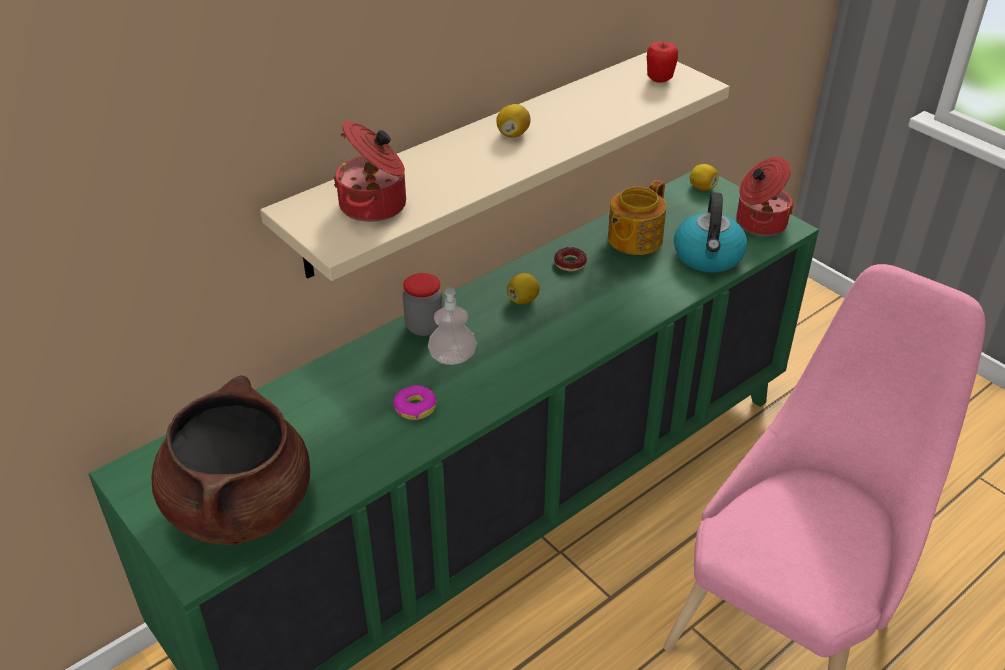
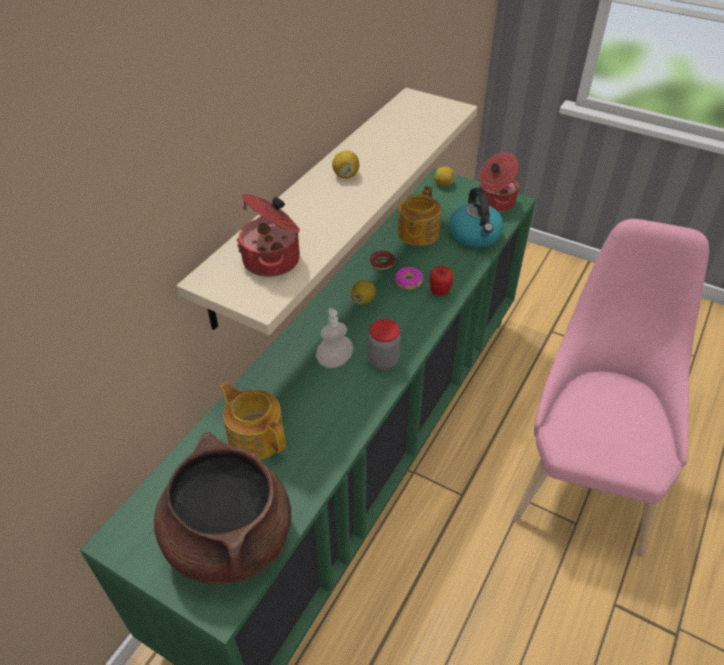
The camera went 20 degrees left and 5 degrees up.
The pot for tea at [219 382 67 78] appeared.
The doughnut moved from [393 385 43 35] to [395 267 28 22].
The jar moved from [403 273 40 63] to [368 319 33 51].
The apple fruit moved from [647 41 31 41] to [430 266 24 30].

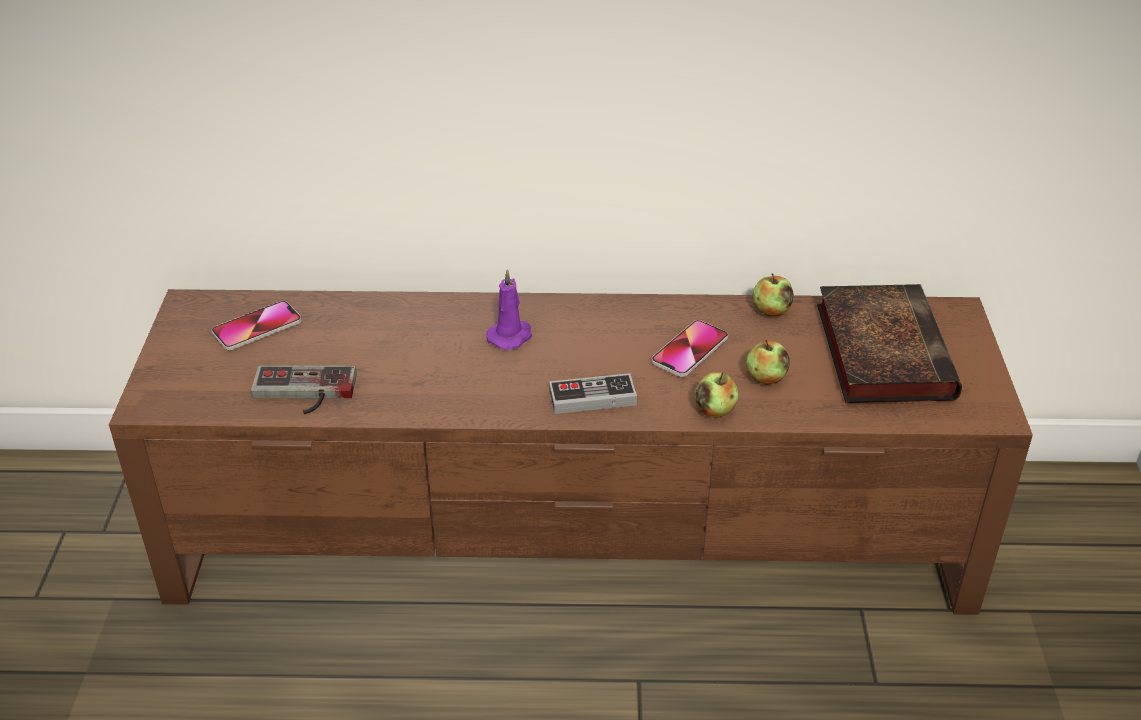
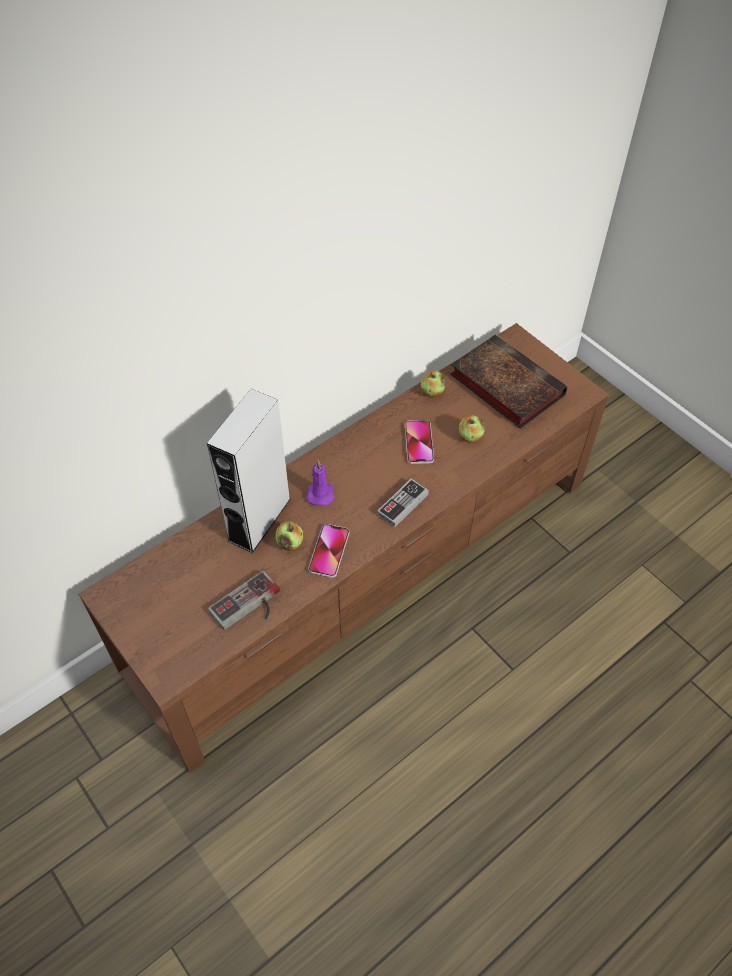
The camera went 40 degrees left and 15 degrees up.
The speaker/greyish at [207 389 84 164] appeared.
The phone moved from [212 301 90 49] to [308 524 41 54].
The apple fruit moved from [695 372 43 46] to [276 521 27 30].

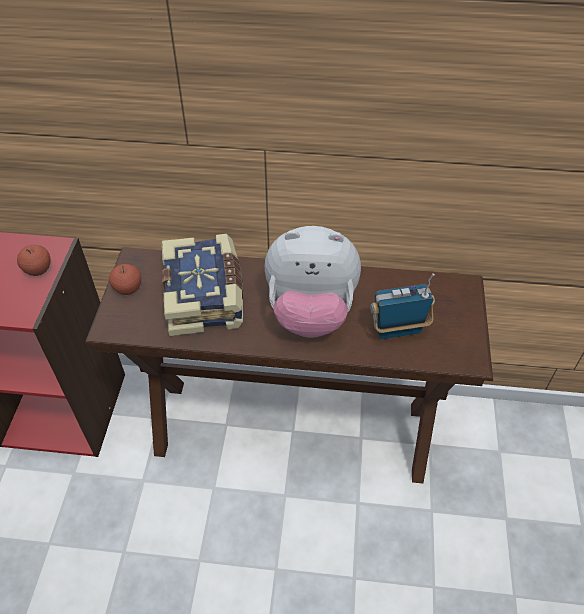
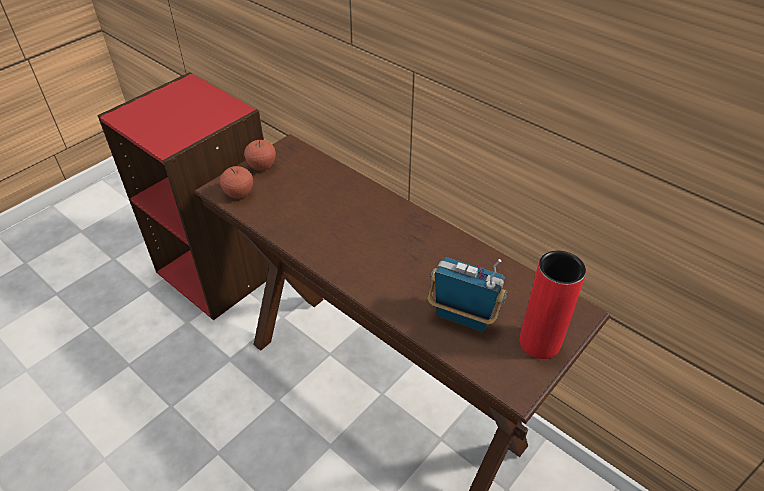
The camera went 35 degrees right and 5 degrees down.
The bound book at [162 234 82 102] disappeared.
The soft toy at [265 226 96 112] disappeared.
The vase/reddish at [520 251 66 108] appeared.
The apple fruit moved from [17 245 33 31] to [220 166 33 33].

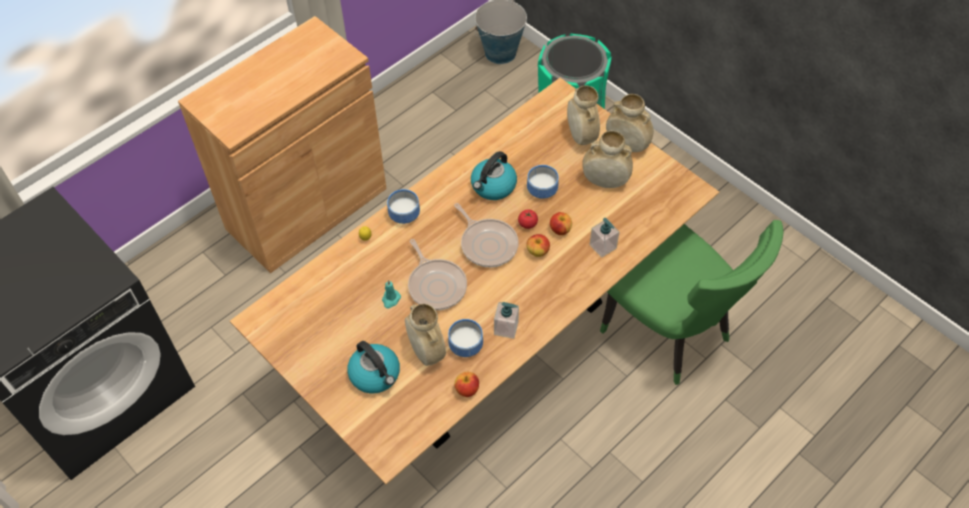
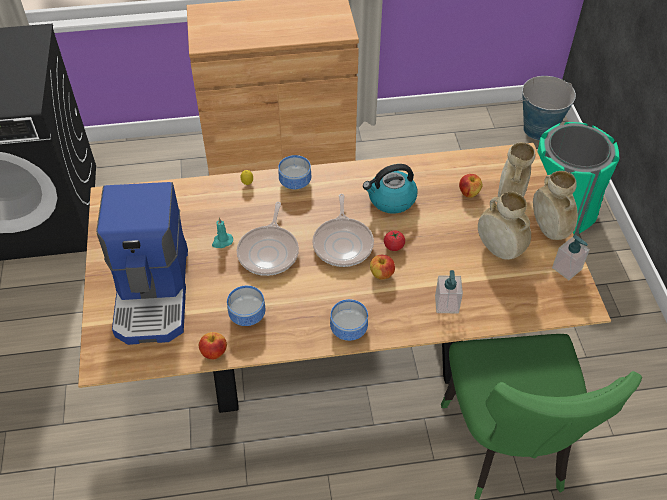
The camera went 35 degrees right and 5 degrees down.
The vase/sand-coloured at [405 304 41 62] disappeared.
The soap dispenser moved from [494 302 25 37] to [552 235 38 45].
The serving bowl moved from [527 165 32 34] to [330 299 38 42].
The apple fruit moved from [550 212 22 23] to [459 174 23 24].
The tea kettle at [347 341 53 53] was replaced by the coffee machine at [96 182 92 163].

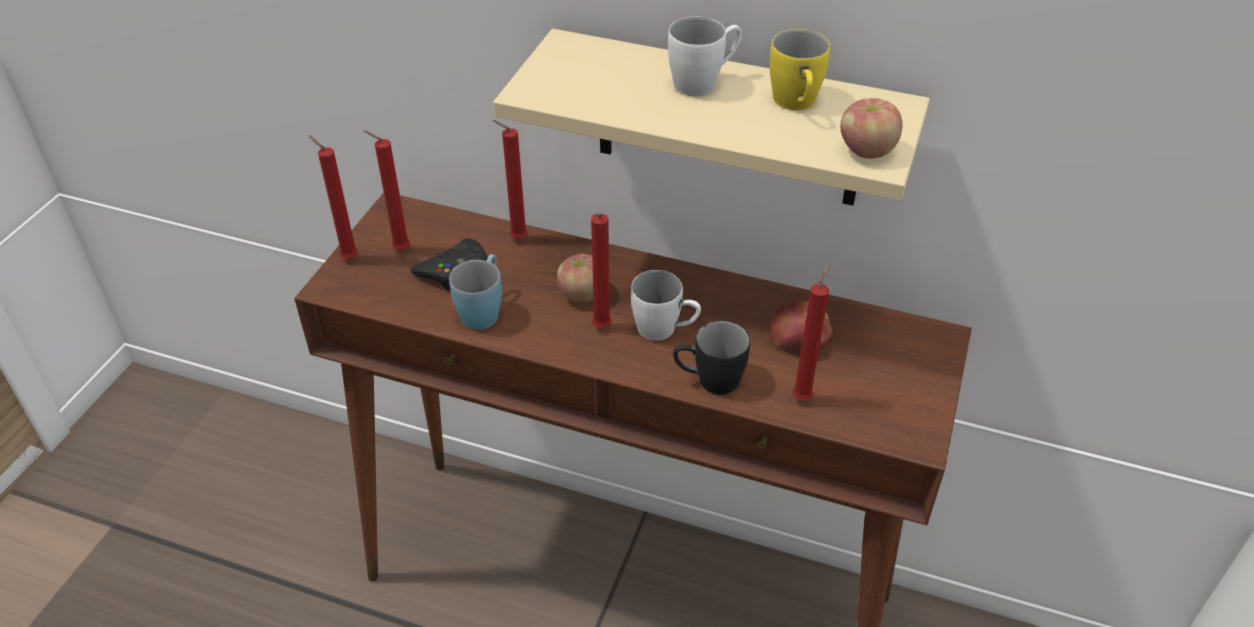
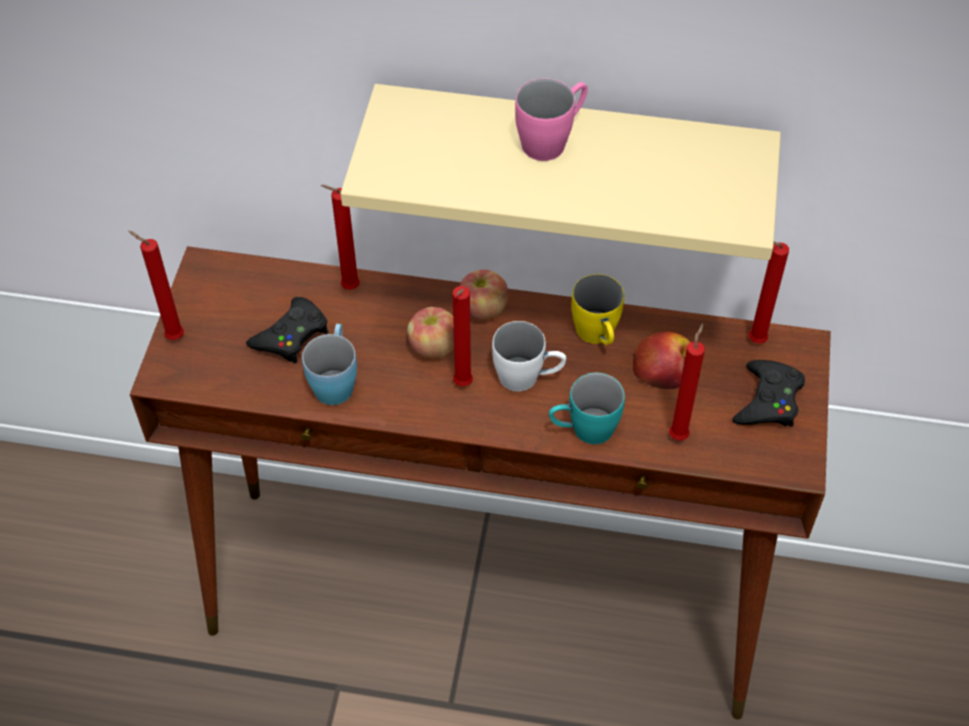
The camera went 10 degrees left and 10 degrees up.
The game controller/blackish at [732 360 73 67] appeared.
The wax light/reddish moved from [363 130 47 120] to [749 242 40 102].
The mug/yellow-coloured moved from [770 29 60 81] to [571 274 53 71].
The apple fruit moved from [840 98 63 61] to [460 269 48 52].
The mug/white at [668 17 74 80] became the mug/pink at [515 78 73 83].
The mug/blackish at [673 321 77 74] became the mug/turquoise at [549 373 76 71].

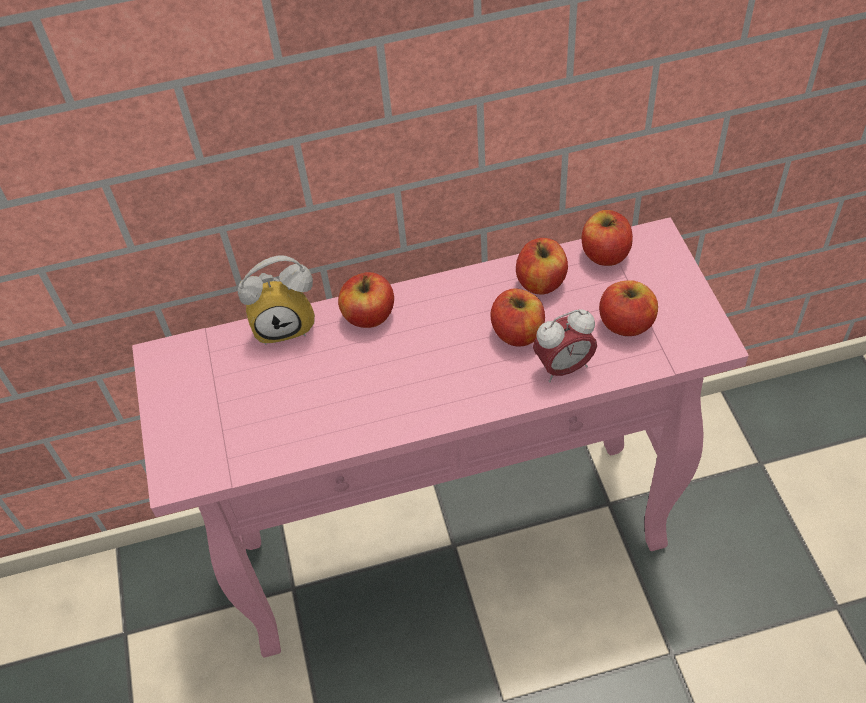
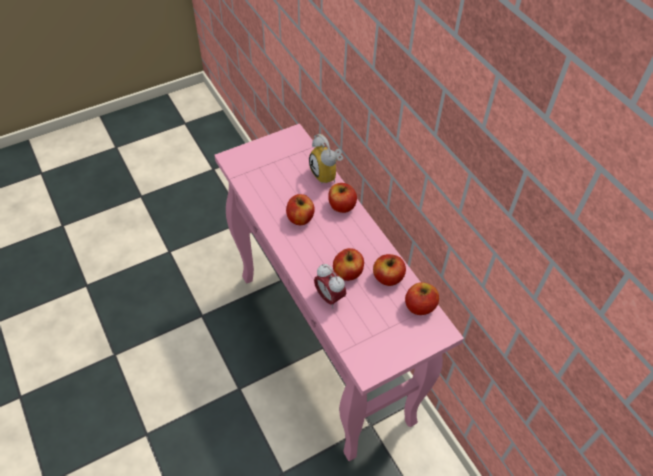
The camera went 70 degrees right and 0 degrees up.
The apple fruit moved from [599 280 59 56] to [286 194 29 31].

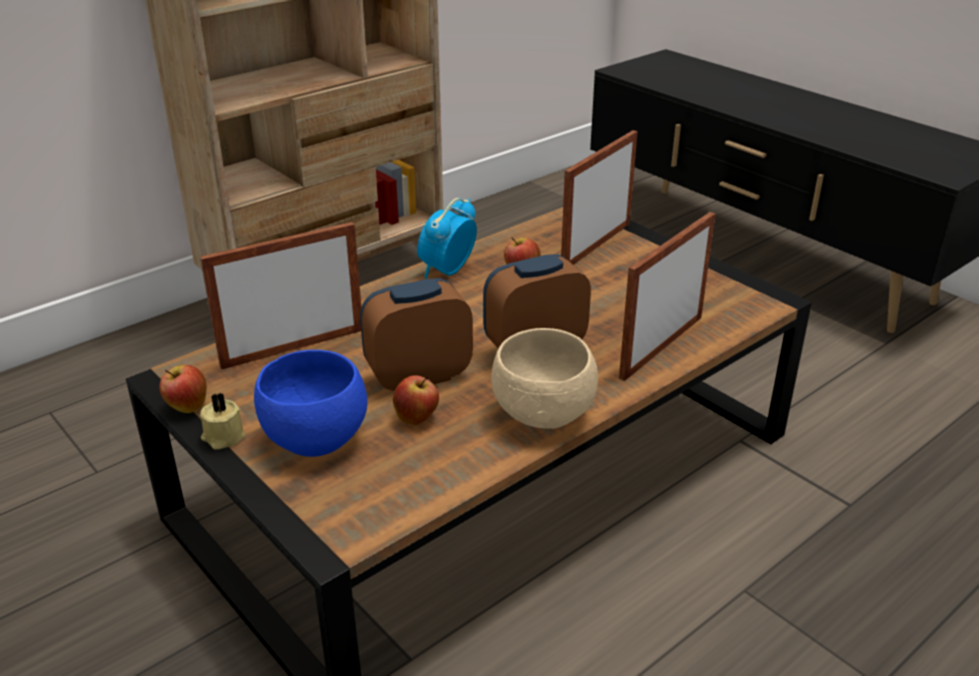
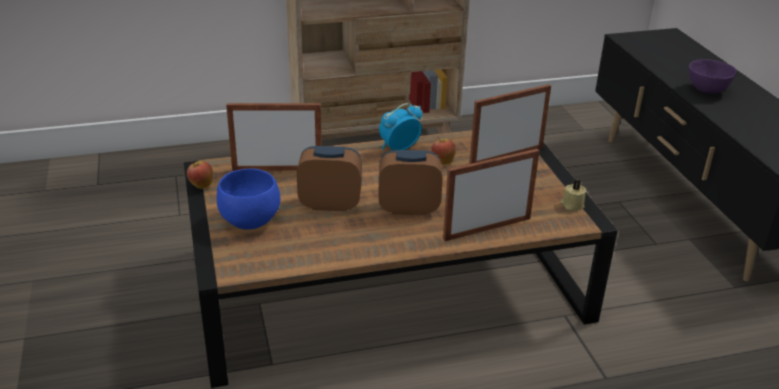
The camera went 25 degrees right and 0 degrees up.
The apple fruit at [393 375 46 50] disappeared.
The serving bowl/sand-coloured at [491 328 107 101] disappeared.
The serving bowl/purple-coloured at [689 59 48 35] appeared.
The wax light/sand-coloured moved from [200 393 45 57] to [560 179 27 31].

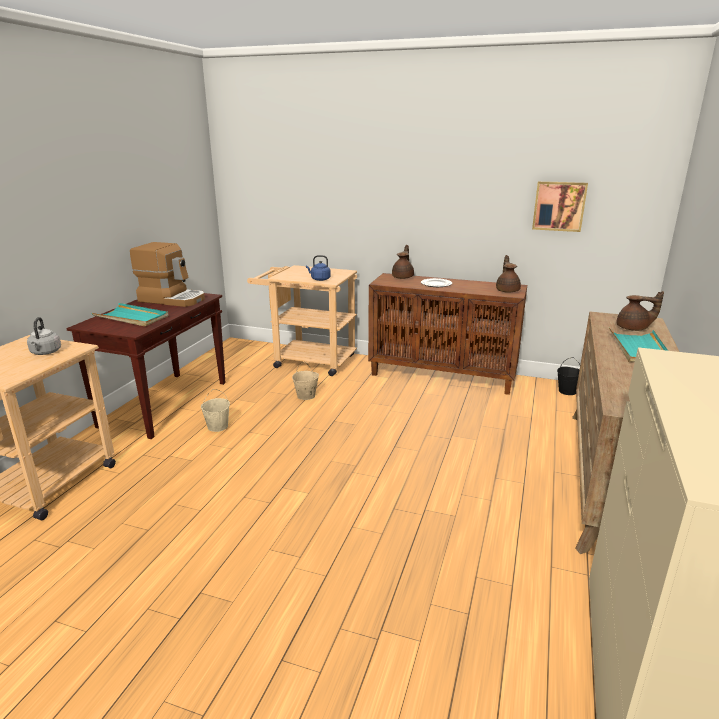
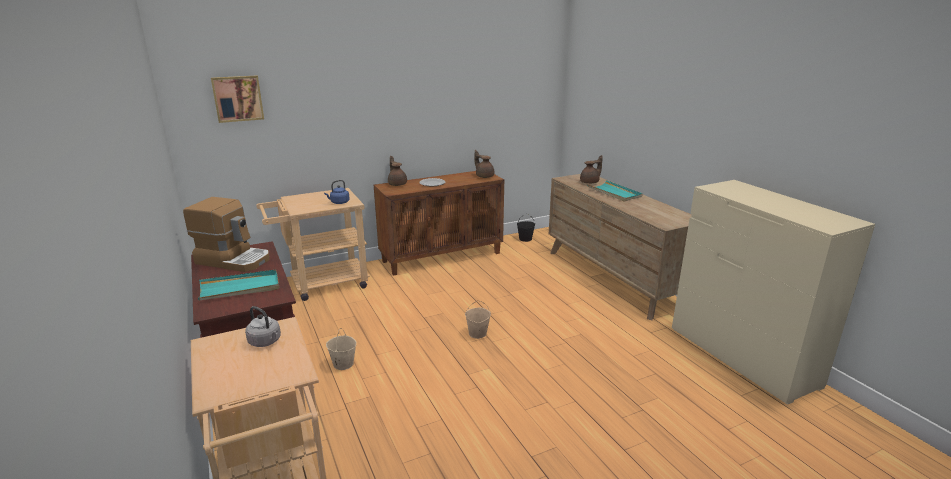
The camera went 45 degrees left and 0 degrees up.
The pail/sand-coloured moved from [292 362 27 38] to [465 300 26 39].
The wall picture moved from [532 181 56 51] to [211 76 53 47].
The coffee machine at [130 242 75 65] turned 45 degrees clockwise.

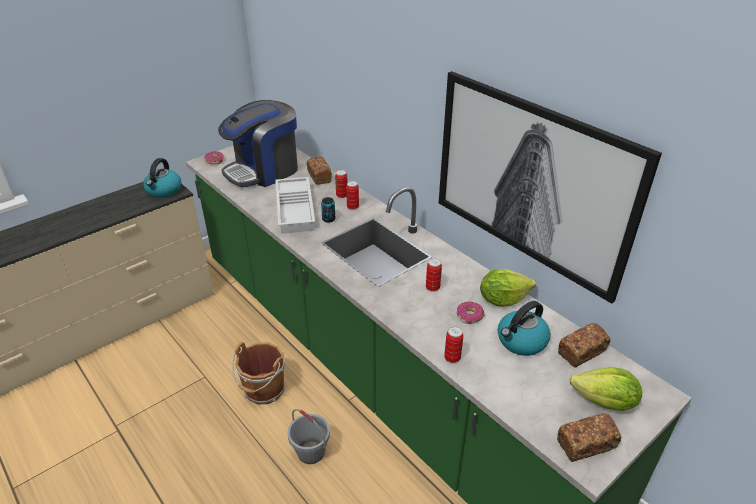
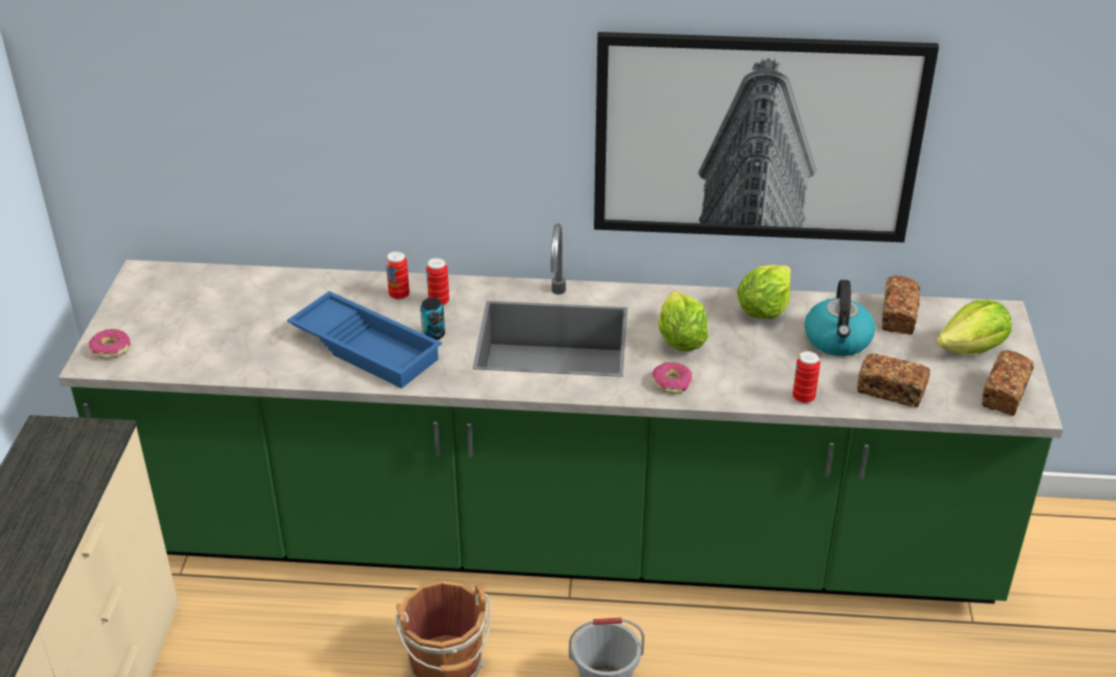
The camera went 45 degrees left and 0 degrees up.
The tea kettle at [143 158 38 40] disappeared.
The coffee machine at [218 100 80 87] disappeared.
The bakery bread moved from [307 156 25 29] to [857 353 73 54].
The doughnut moved from [457 302 28 22] to [652 362 40 32].
The sealed can at [426 258 16 34] was replaced by the head of lettuce at [658 291 50 60].
The carrying tray/white at [275 177 40 57] became the carrying tray/bluish at [287 291 155 97].

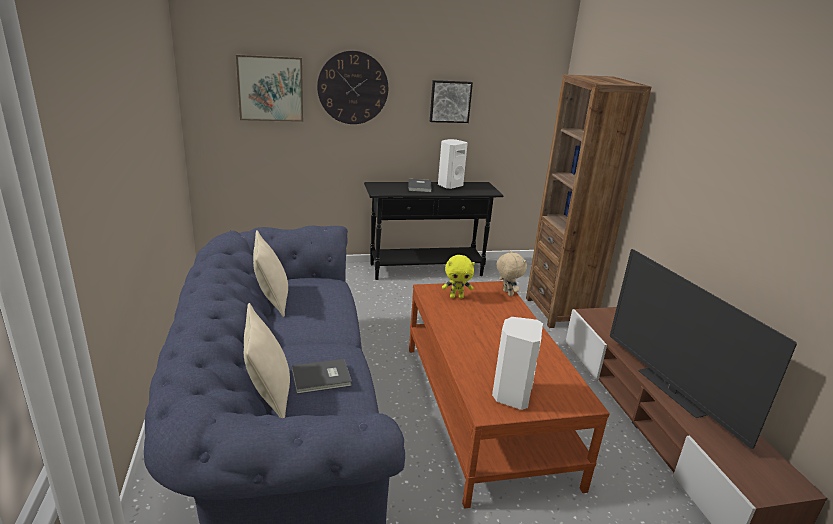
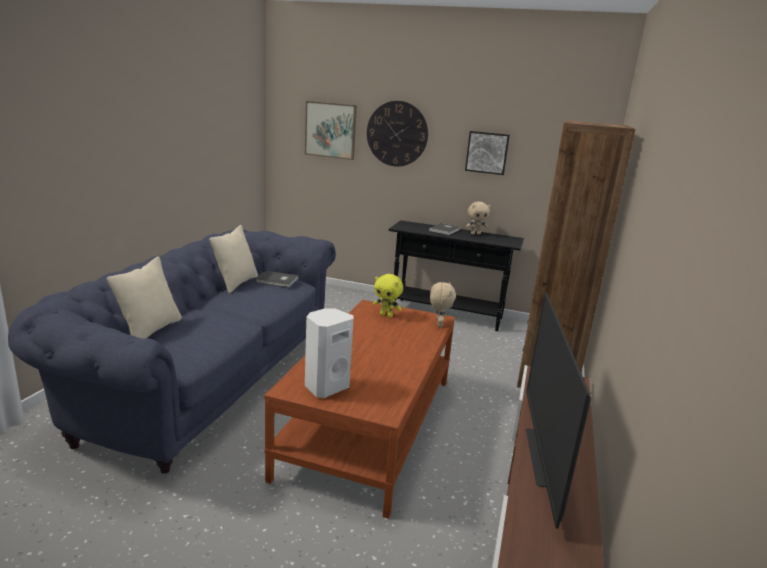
The camera went 30 degrees right and 5 degrees down.
The bound book/greyish moved from [292 359 60 35] to [256 271 43 16].
The speaker/white at [438 139 30 50] was replaced by the soft toy/sand-coloured at [466 201 25 34].

